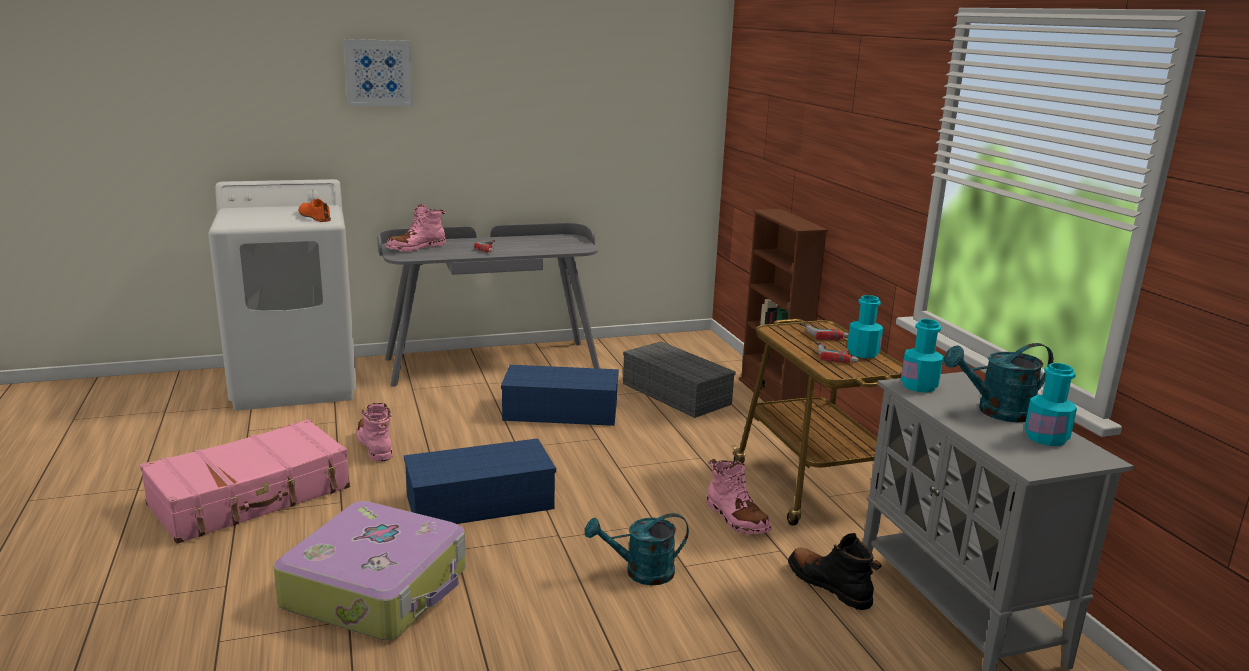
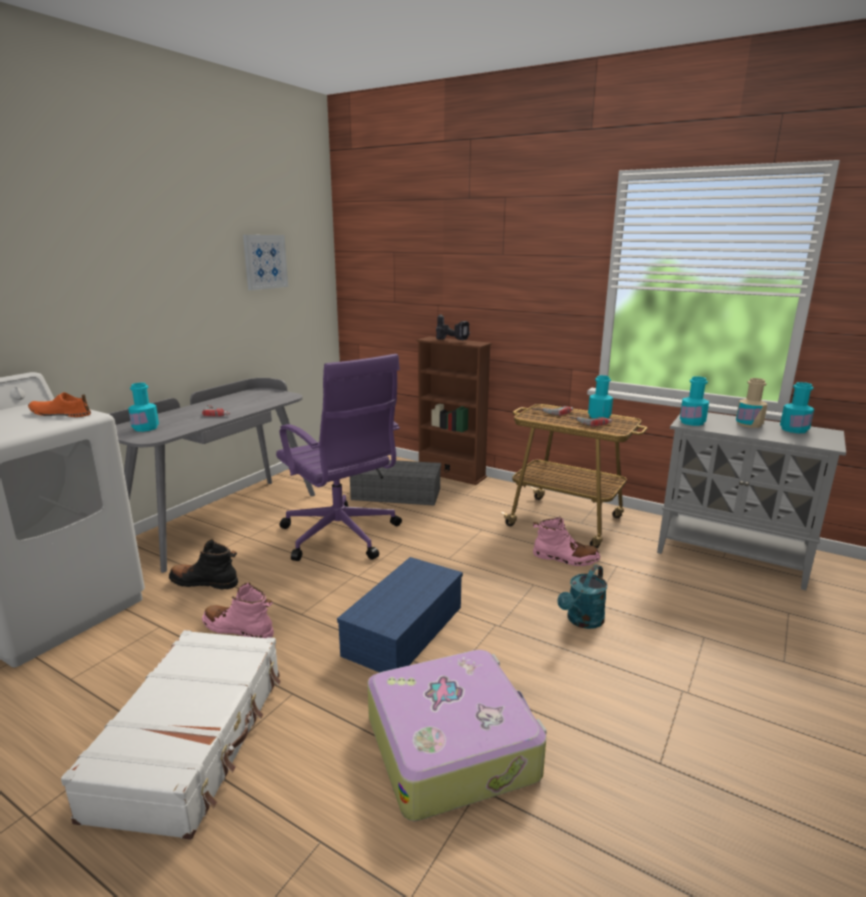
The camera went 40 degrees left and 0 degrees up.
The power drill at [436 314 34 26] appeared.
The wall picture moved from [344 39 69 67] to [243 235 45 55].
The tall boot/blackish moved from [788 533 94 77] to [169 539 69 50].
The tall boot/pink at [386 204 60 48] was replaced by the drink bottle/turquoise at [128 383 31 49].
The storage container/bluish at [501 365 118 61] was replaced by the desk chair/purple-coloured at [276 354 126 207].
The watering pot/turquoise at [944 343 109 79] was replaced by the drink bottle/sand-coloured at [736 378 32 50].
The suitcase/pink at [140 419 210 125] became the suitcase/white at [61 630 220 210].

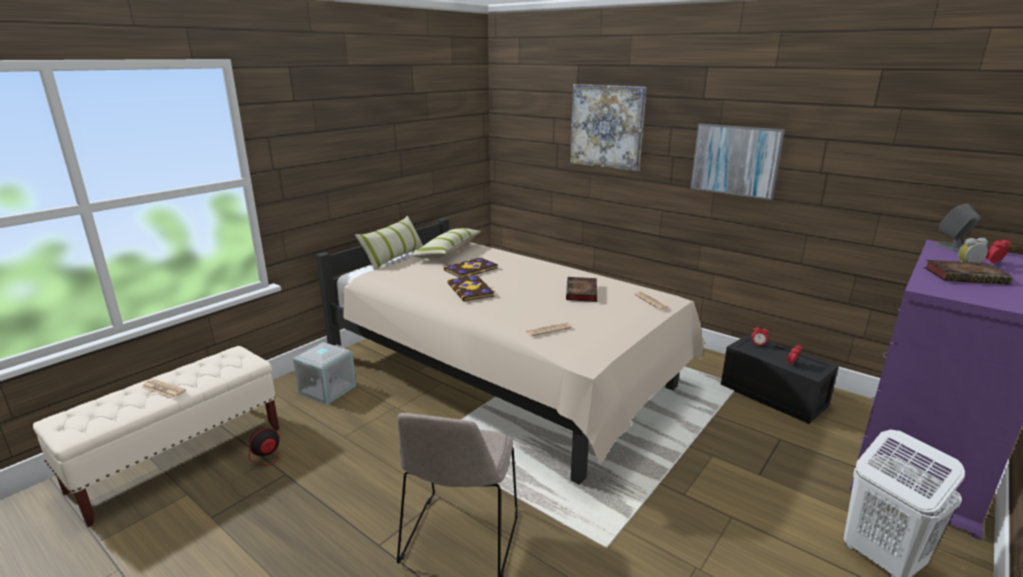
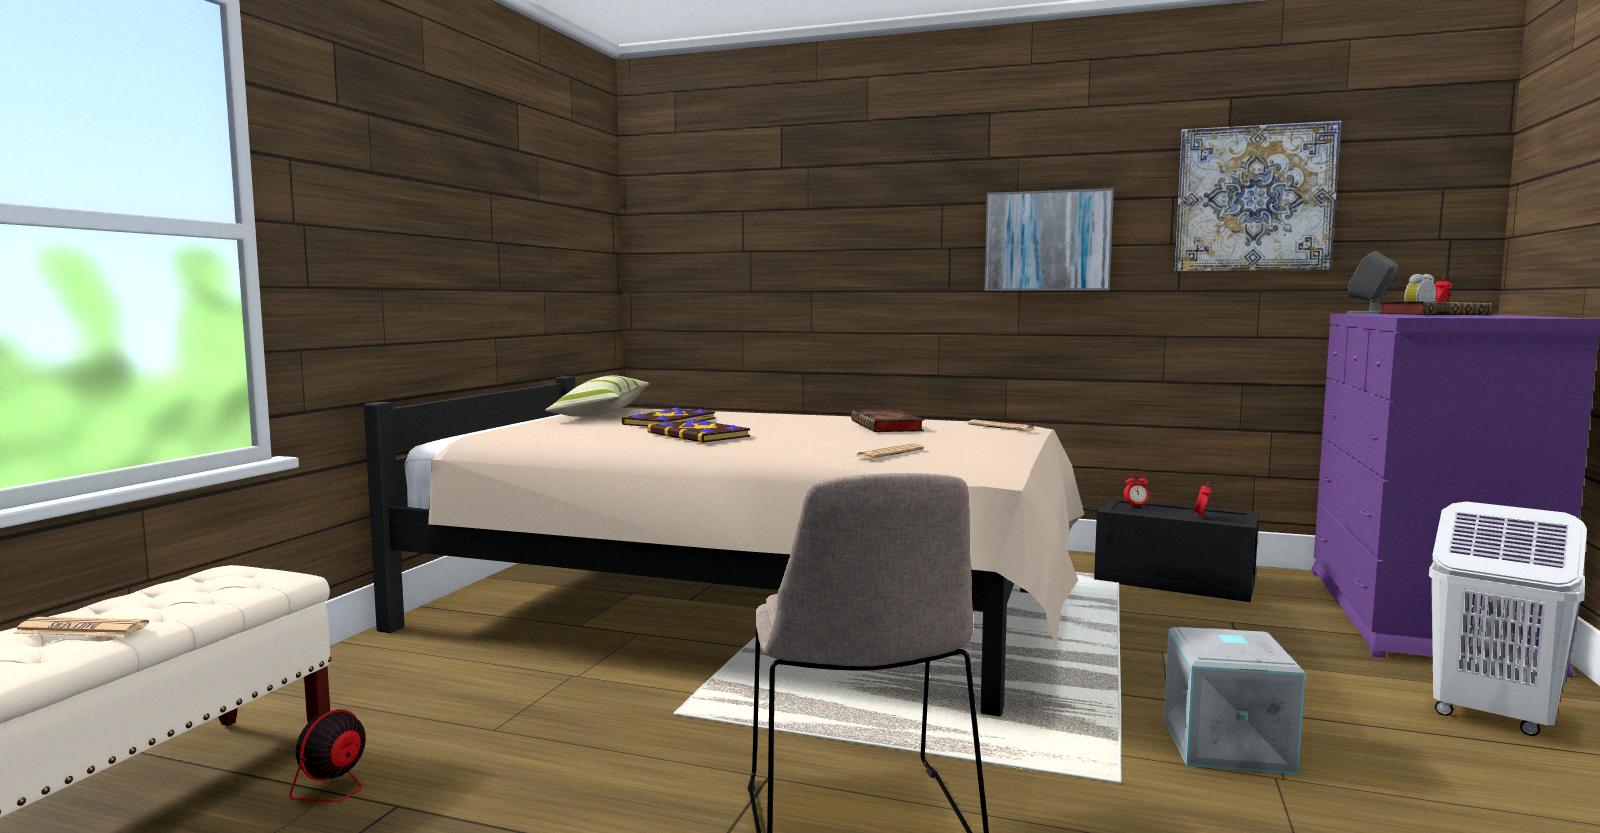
The camera went 20 degrees left and 15 degrees down.
The throw pillow at [355 215 69 55] disappeared.
The storage container/greyish moved from [293 342 63 63] to [1164 627 141 148].
The wall picture moved from [570 84 76 88] to [1175 121 166 150].

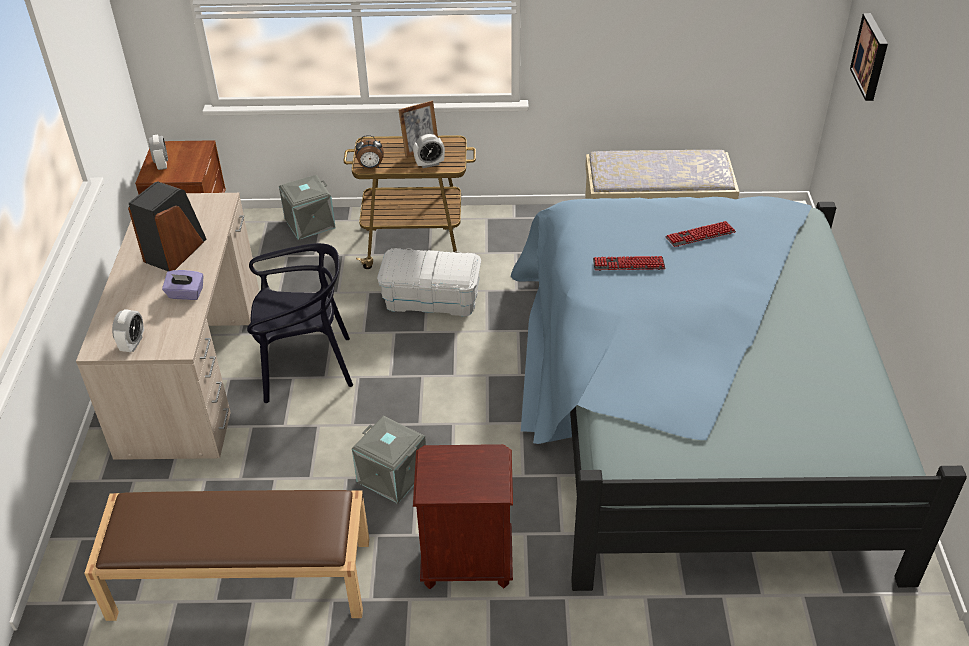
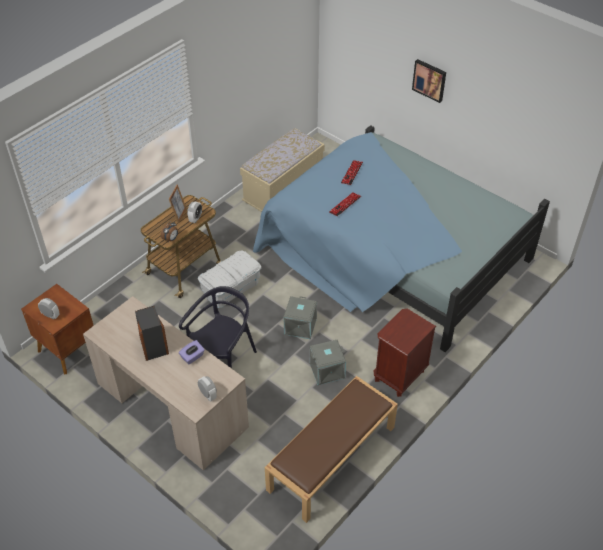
The camera went 50 degrees left and 5 degrees up.
The storage container/greyish moved from [279 175 57 65] to [283 296 34 44].
The wall picture moved from [850 13 38 88] to [412 59 34 44].

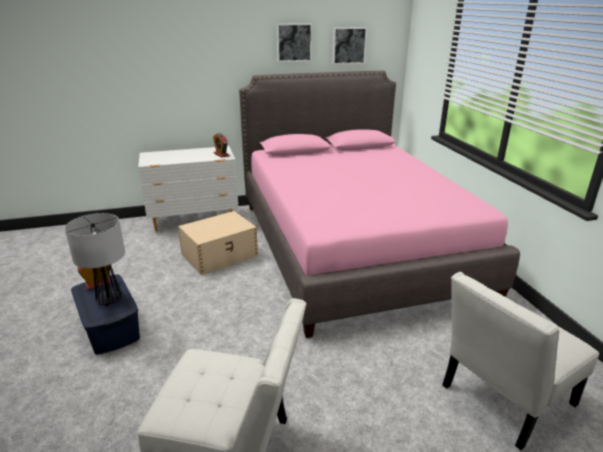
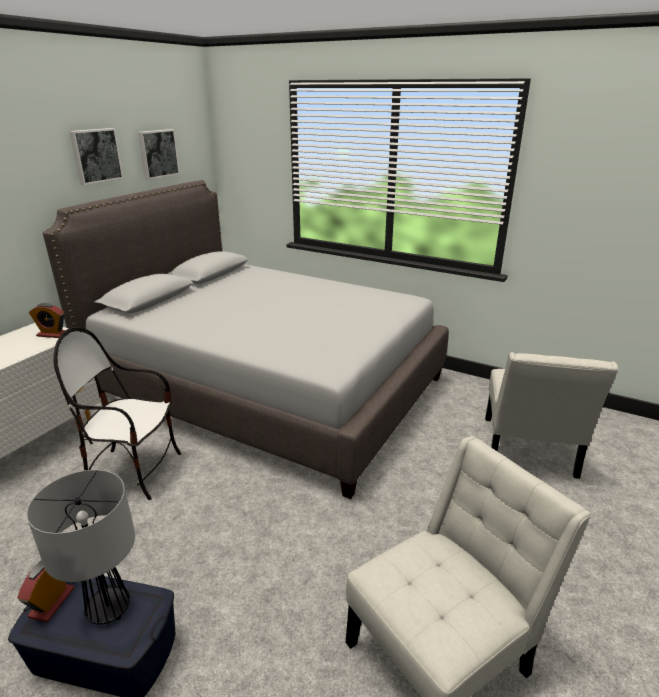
The camera went 45 degrees left and 0 degrees up.
The storage container/sand-coloured at [178 211 80 64] was replaced by the chair at [53 327 128 173].
The bed/pink at [239 71 281 267] became the bed/greyish at [43 180 406 319].

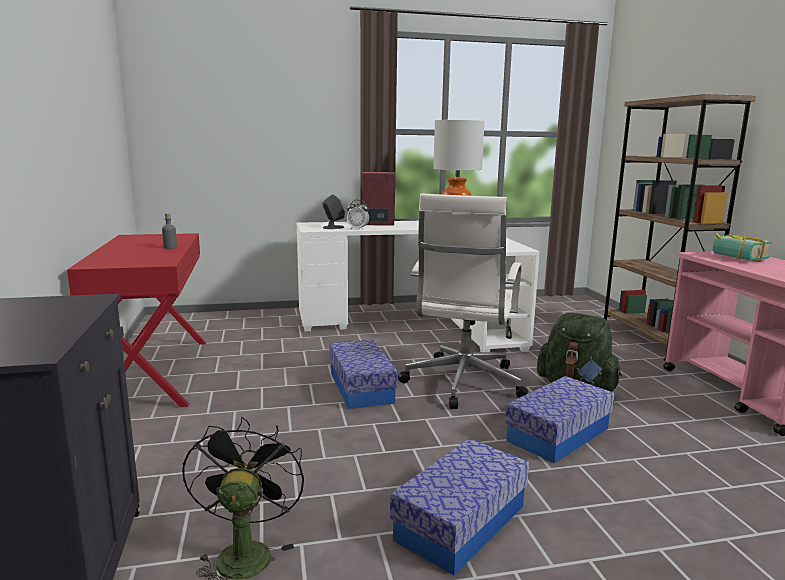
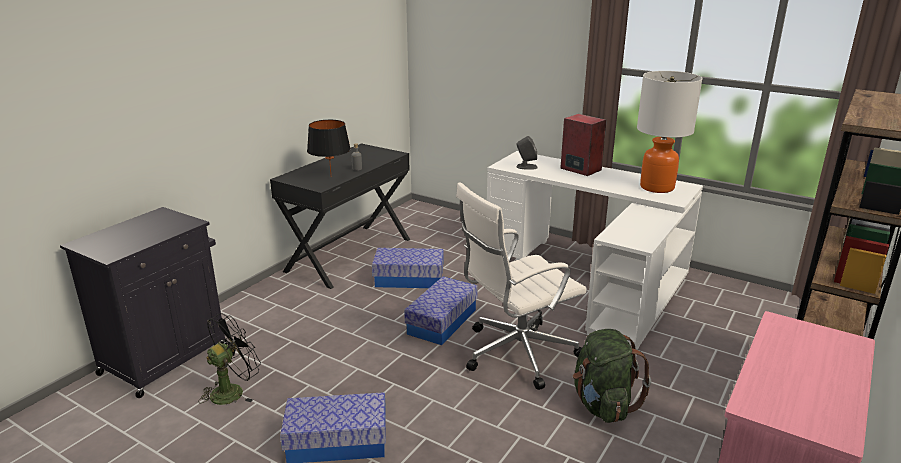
The camera went 45 degrees right and 10 degrees up.
The bedside clock at [347 200 22 30] disappeared.
The bound book at [713 232 59 30] disappeared.
The tabletop lamp/blackish at [307 120 44 53] appeared.
The storage container moved from [505 376 109 87] to [372 248 72 40].
The desk/reddish at [67 233 139 174] became the desk/blackish at [270 143 140 146].

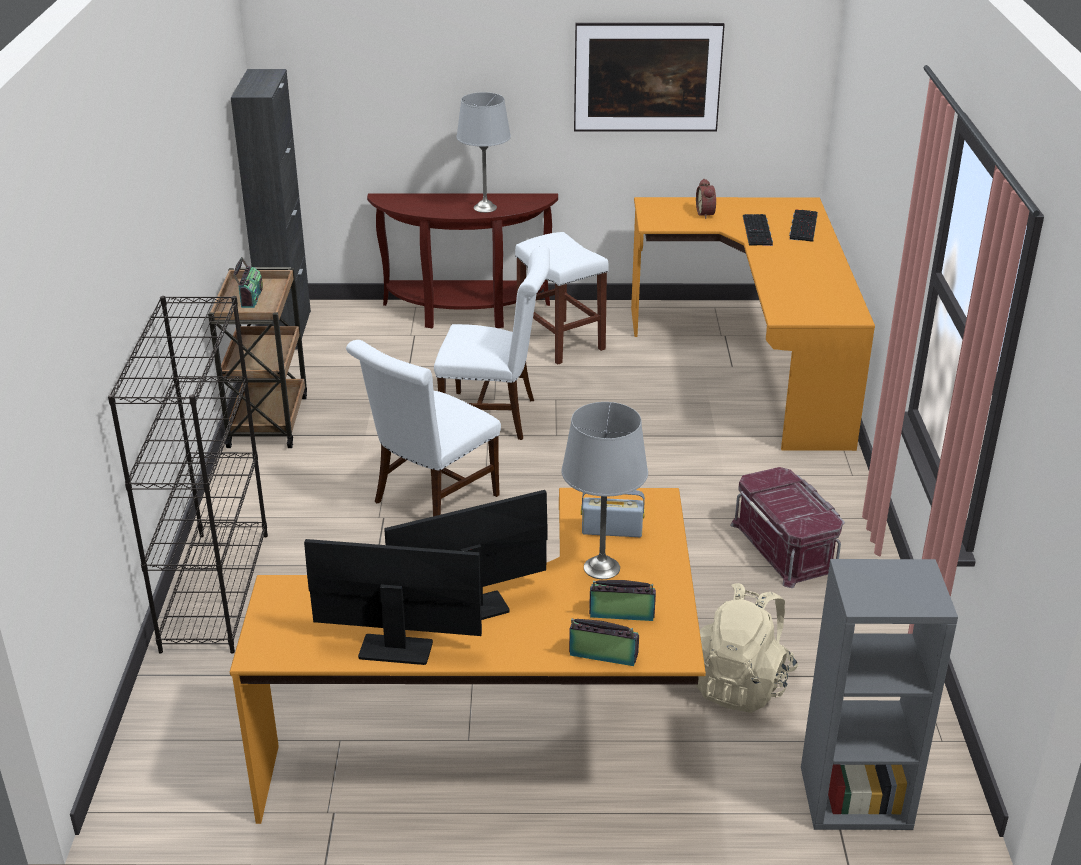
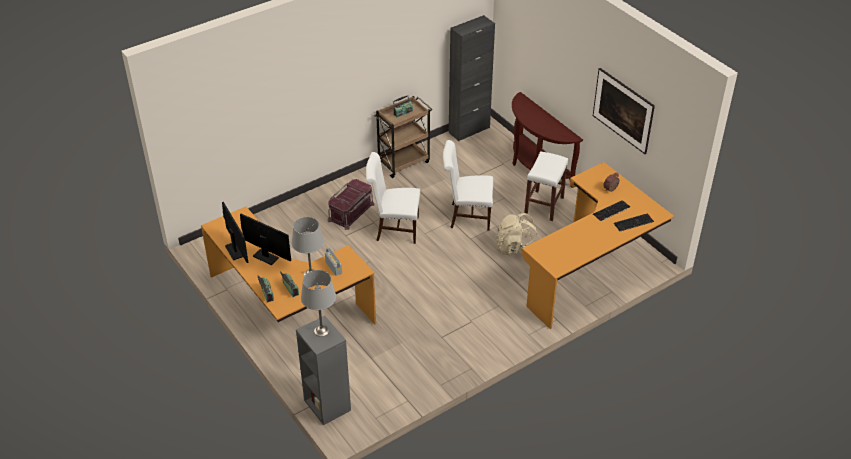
The camera went 55 degrees right and 10 degrees up.
The shelving unit/blackish at [108 296 160 357] disappeared.
The tabletop lamp/greyish moved from [456 92 55 121] to [301 270 35 67].
The rucksack/sand-coloured moved from [696 583 102 130] to [495 213 42 43].
The storage container/reddish moved from [730 467 115 121] to [328 179 47 51].
The chair/white at [434 246 116 194] turned 120 degrees clockwise.

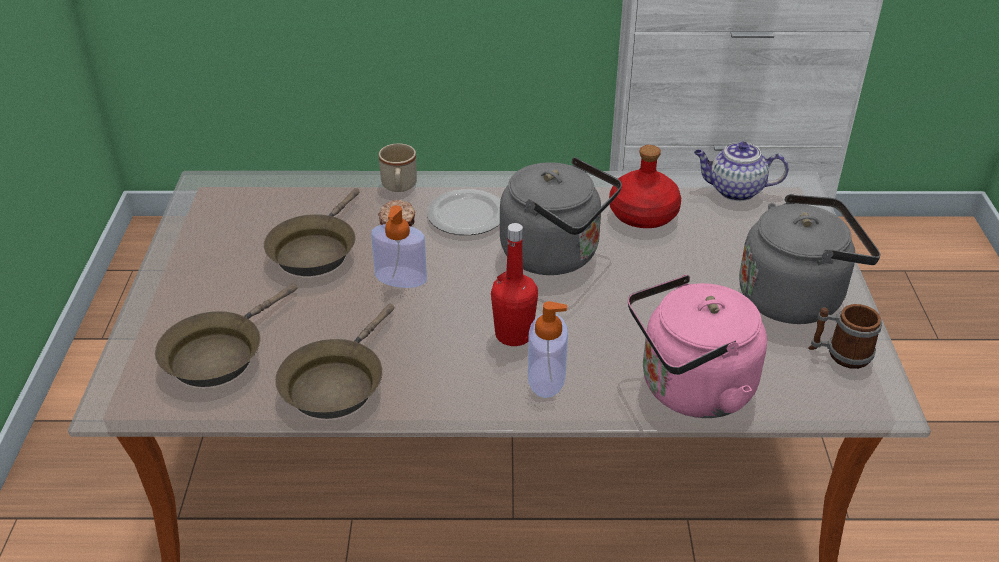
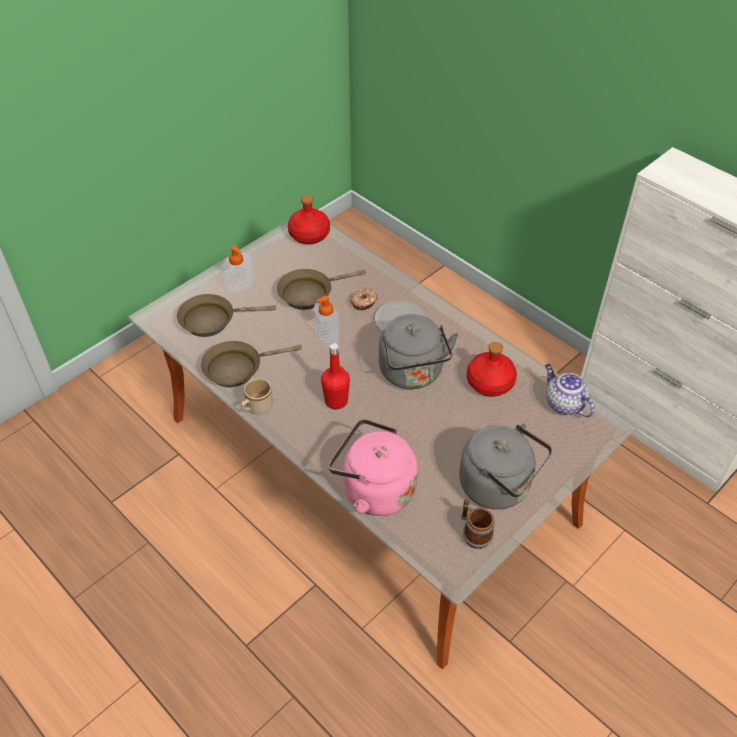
The camera went 45 degrees right and 10 degrees up.
The drink bottle/reddish at [288 195 42 49] appeared.
The mug/sand-coloured moved from [379 143 38 49] to [241 378 32 36].
The soap dispenser moved from [528 301 40 97] to [222 246 32 47].

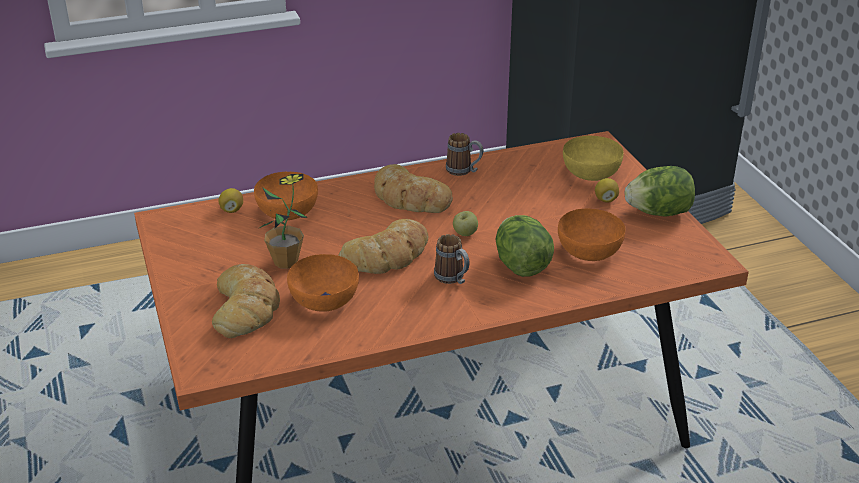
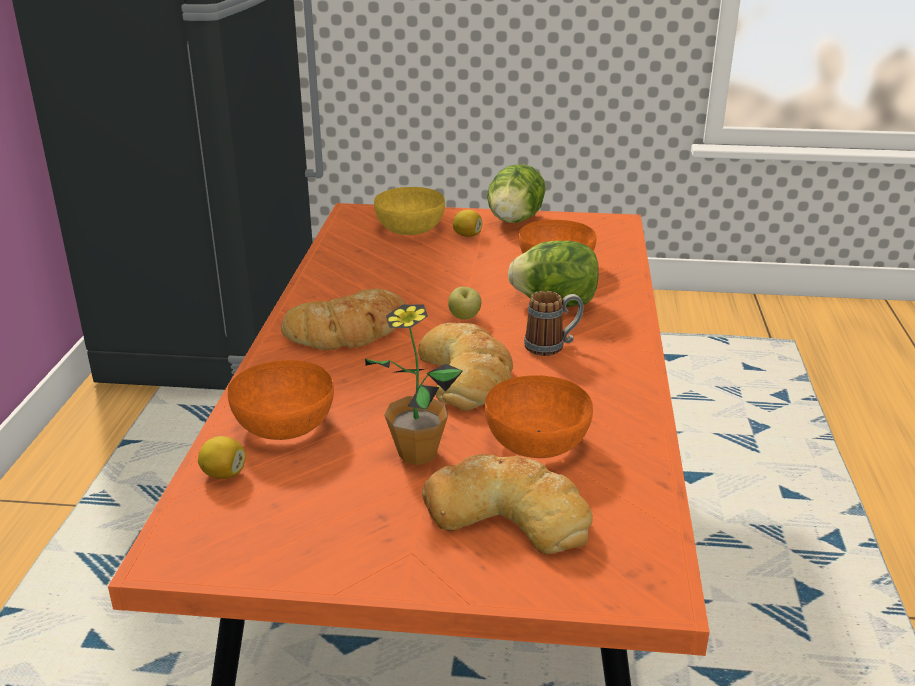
The camera went 65 degrees left and 5 degrees down.
The mug at [446 133 37 43] disappeared.

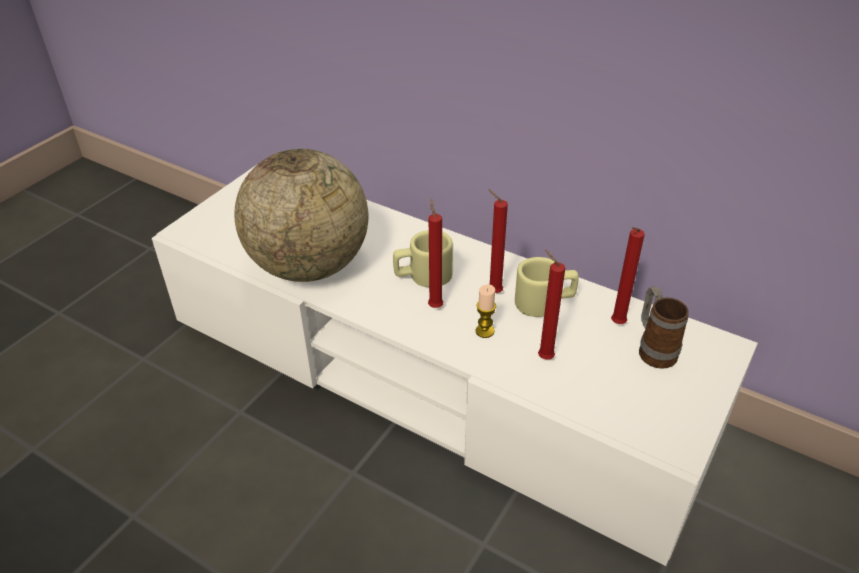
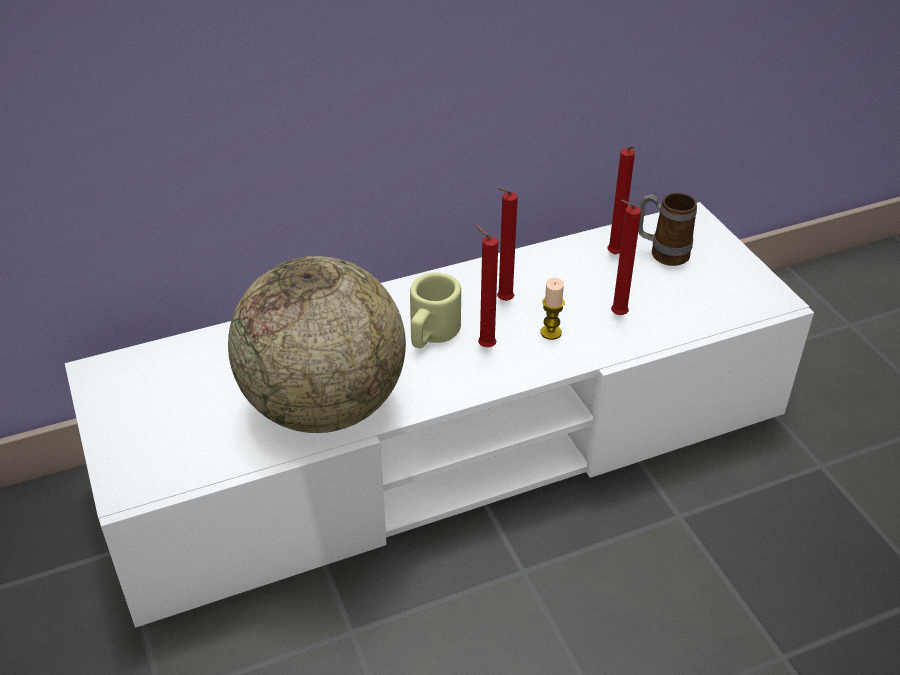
The camera went 55 degrees left and 0 degrees up.
The mug/sand-coloured at [515 257 64 60] disappeared.

